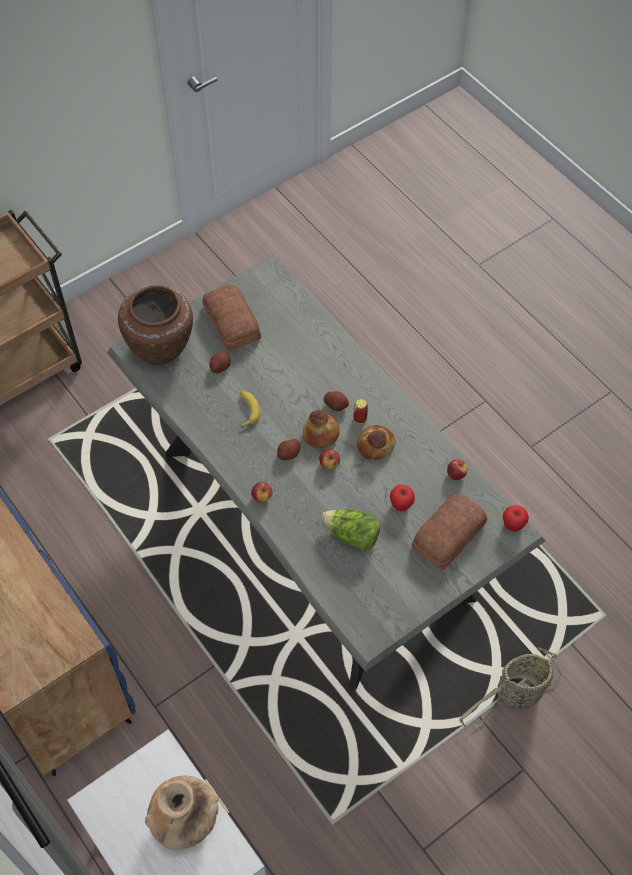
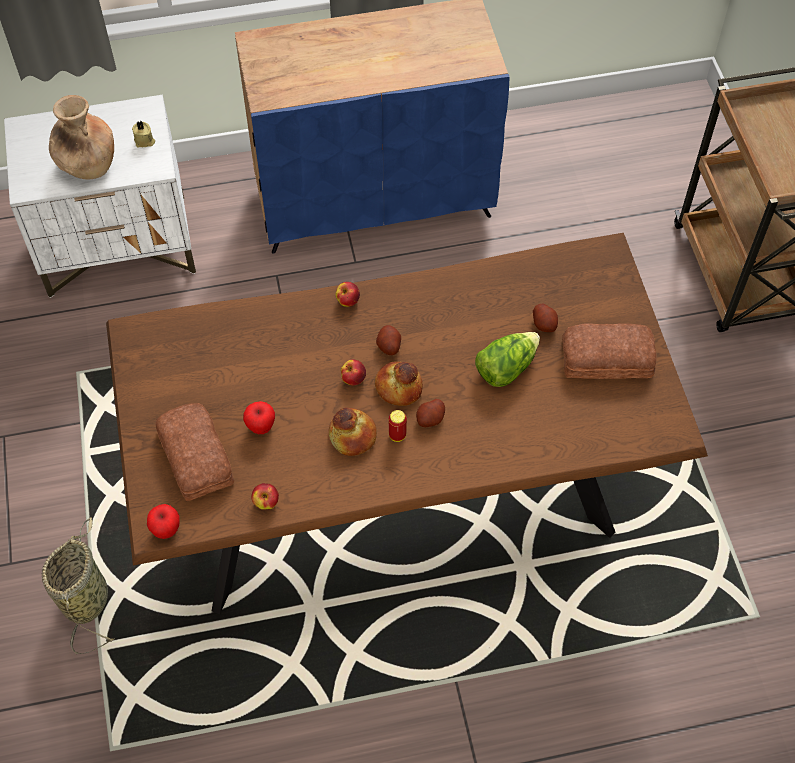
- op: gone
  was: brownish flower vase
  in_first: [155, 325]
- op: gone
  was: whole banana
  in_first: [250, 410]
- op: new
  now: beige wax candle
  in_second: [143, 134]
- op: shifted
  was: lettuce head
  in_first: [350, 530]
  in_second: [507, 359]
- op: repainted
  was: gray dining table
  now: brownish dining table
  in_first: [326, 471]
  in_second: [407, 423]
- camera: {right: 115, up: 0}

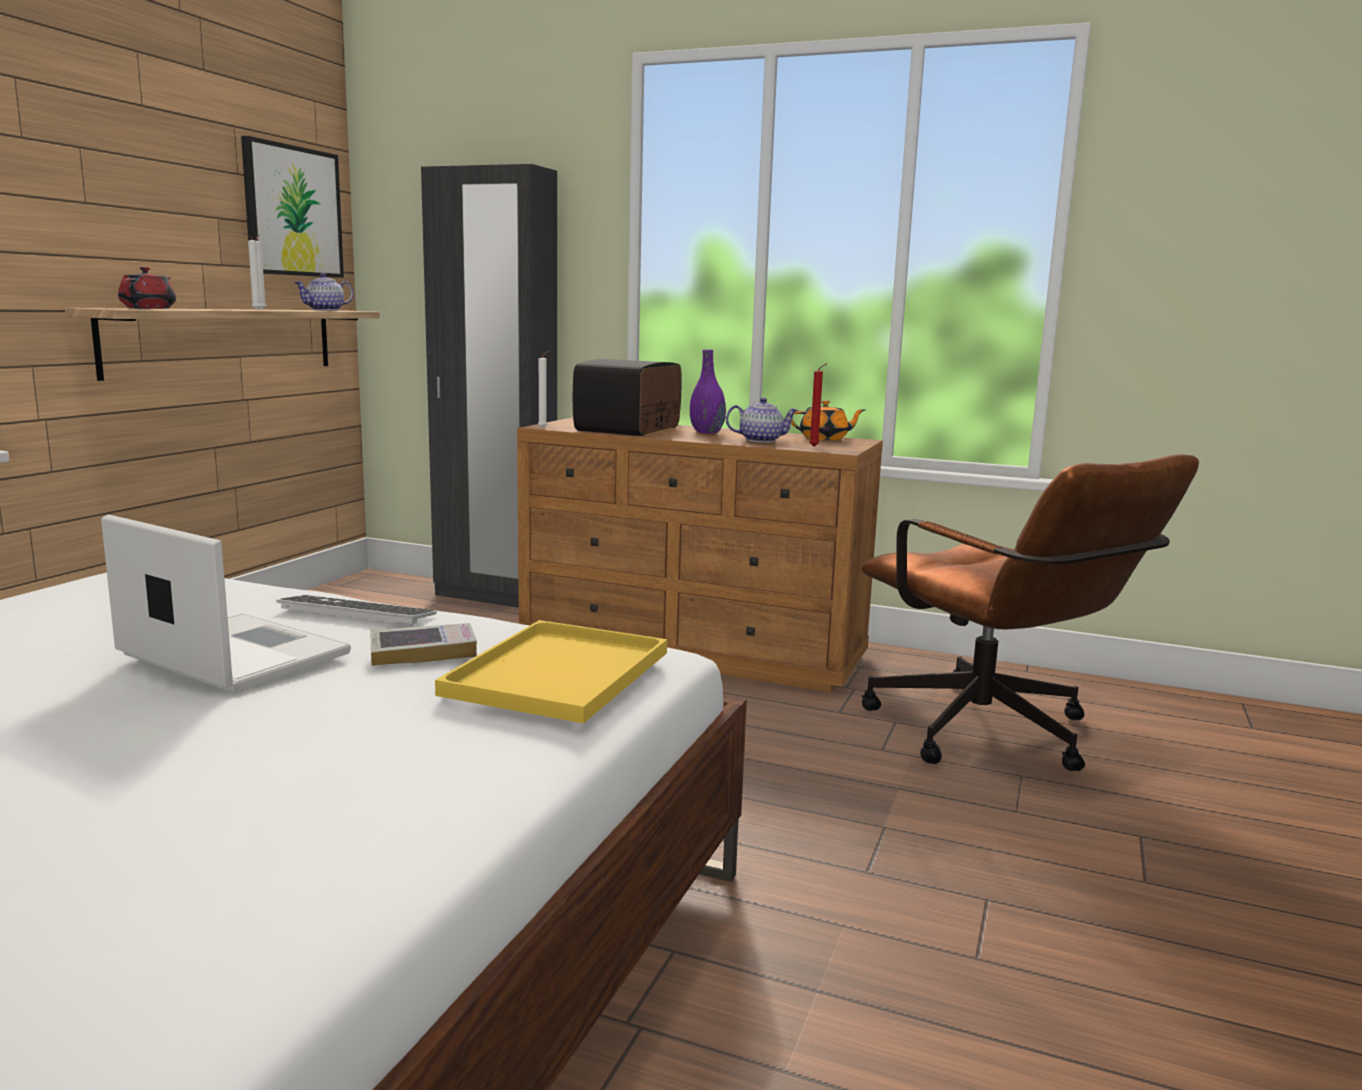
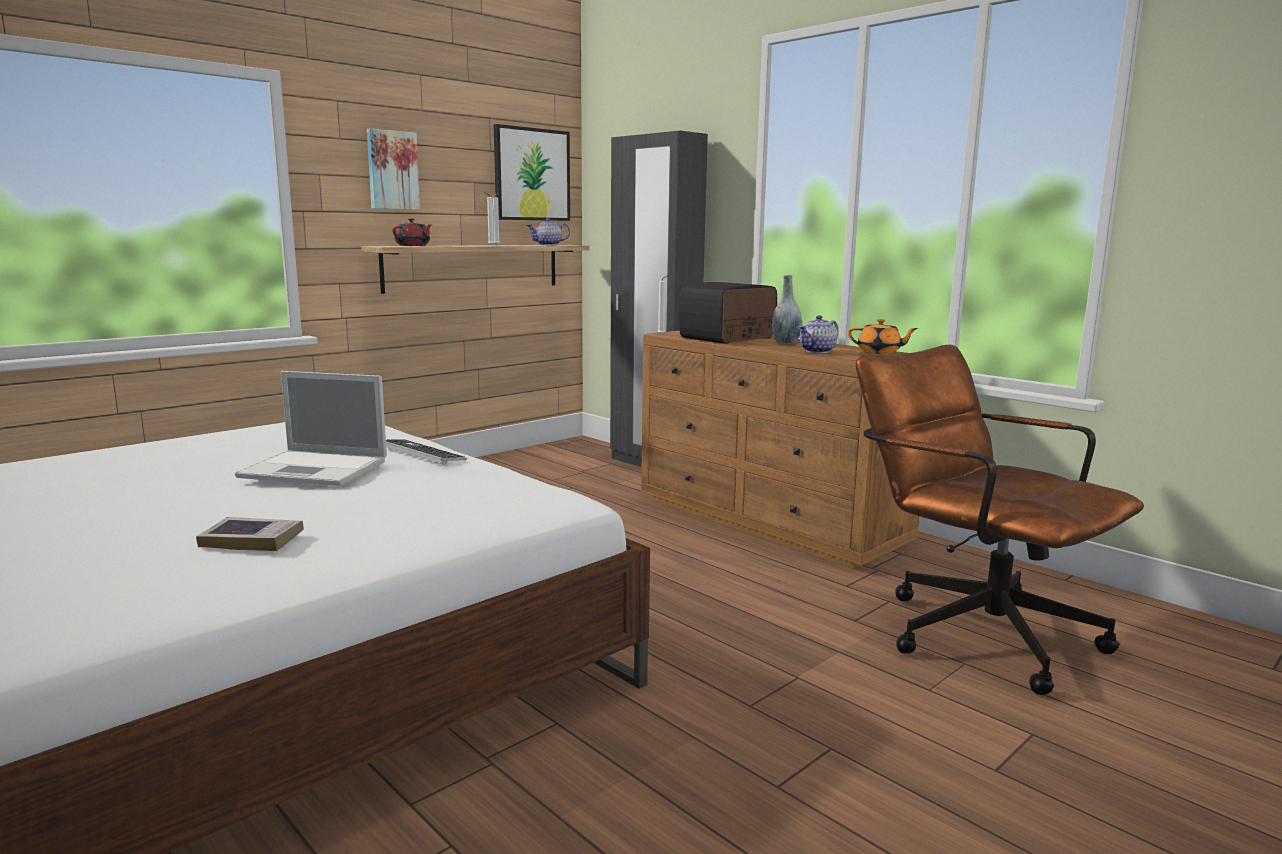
- op: gone
  was: yellow-coloured serving tray
  in_first: [551, 671]
- op: gone
  was: reddish wax candle
  in_first: [818, 404]
- op: new
  now: picture
  in_second: [393, 169]
- op: shifted
  was: volume
  in_first: [423, 644]
  in_second: [250, 534]
- op: repainted
  was: purple-coloured flower vase
  now: gray flower vase
  in_first: [708, 392]
  in_second: [787, 309]
- op: rotated
  was: laptop
  in_first: [226, 604]
  in_second: [311, 428]
  clockwise: 135
- op: rotated
  was: pot for tea
  in_first: [762, 420]
  in_second: [819, 334]
  clockwise: 120
- op: rotated
  was: brownish desk chair
  in_first: [1030, 612]
  in_second: [1000, 520]
  clockwise: 150
- camera: {right: 25, up: 0}

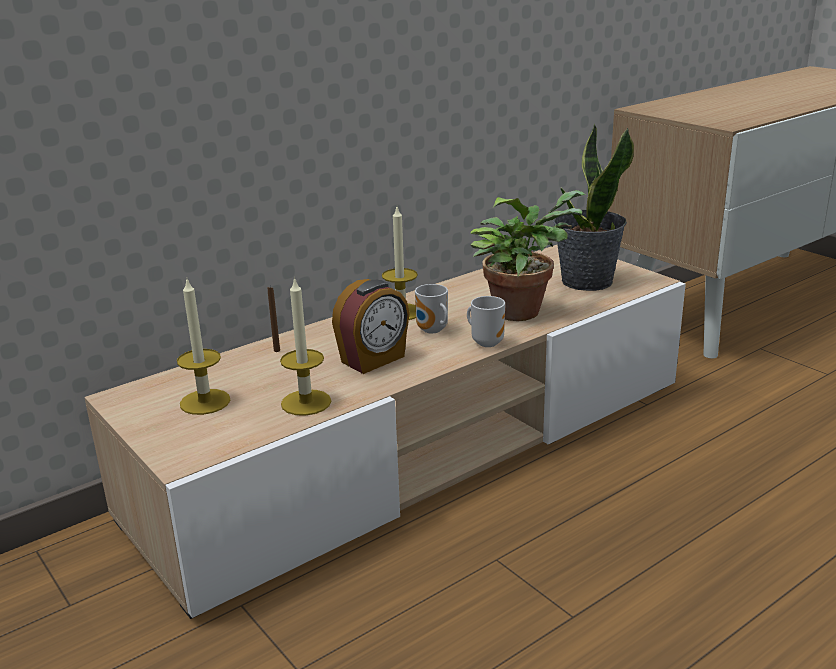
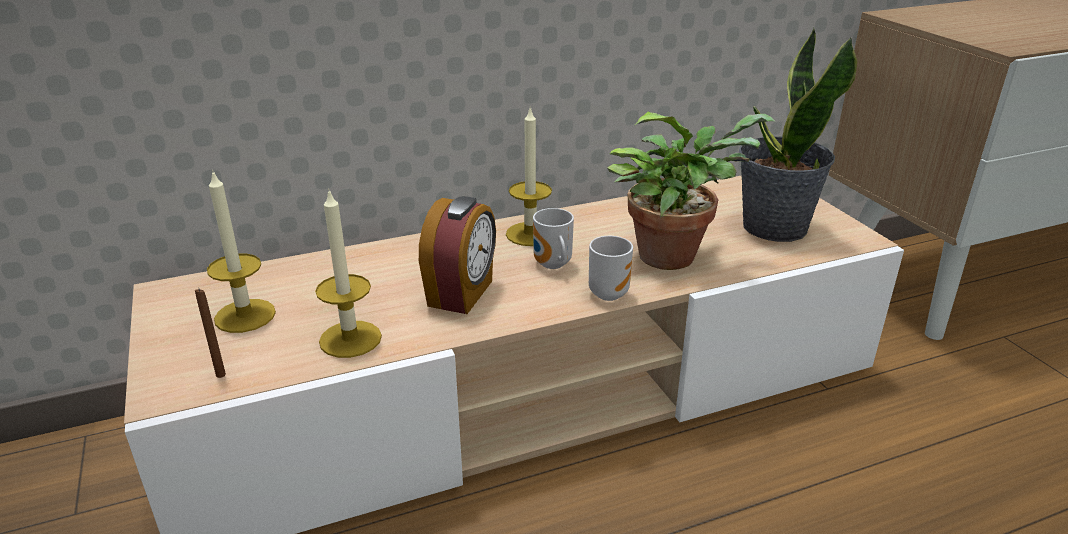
- op: shifted
  was: brownish wax candle
  in_first: [273, 319]
  in_second: [210, 333]
- op: rotated
  was: alarm clock
  in_first: [371, 326]
  in_second: [457, 255]
  clockwise: -45
- camera: {right: 15, up: 5}

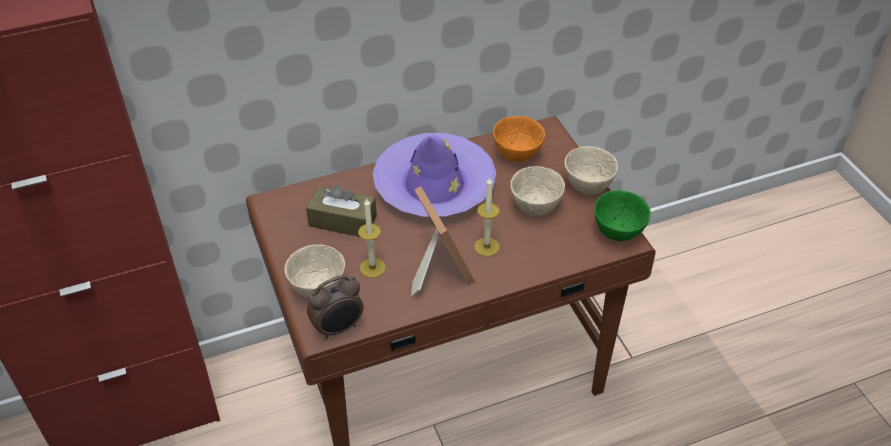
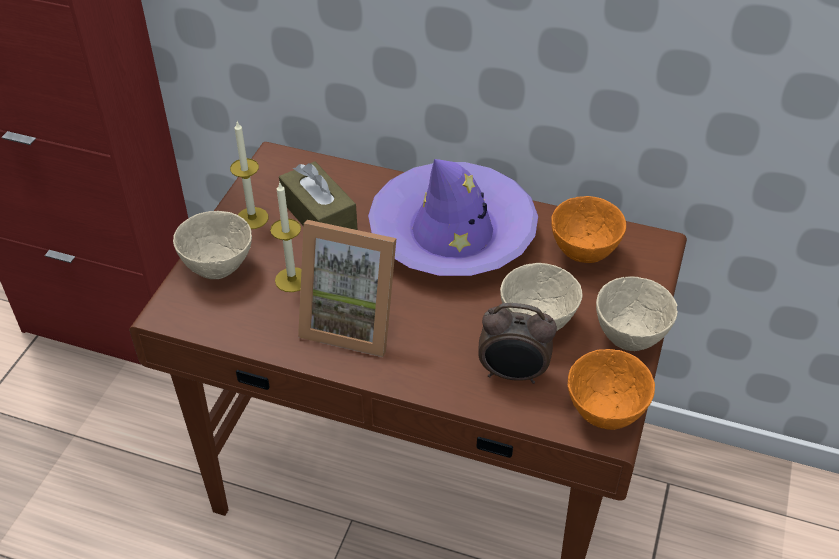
- op: shifted
  was: alarm clock
  in_first: [335, 307]
  in_second: [517, 343]
- op: shifted
  was: wax candle
  in_first: [487, 217]
  in_second: [249, 175]
- op: repainted
  was: green bowl
  now: orangey bowl
  in_first: [622, 215]
  in_second: [611, 389]
- op: rotated
  was: photo frame
  in_first: [443, 241]
  in_second: [347, 288]
  clockwise: 90
- camera: {right: 40, up: 0}

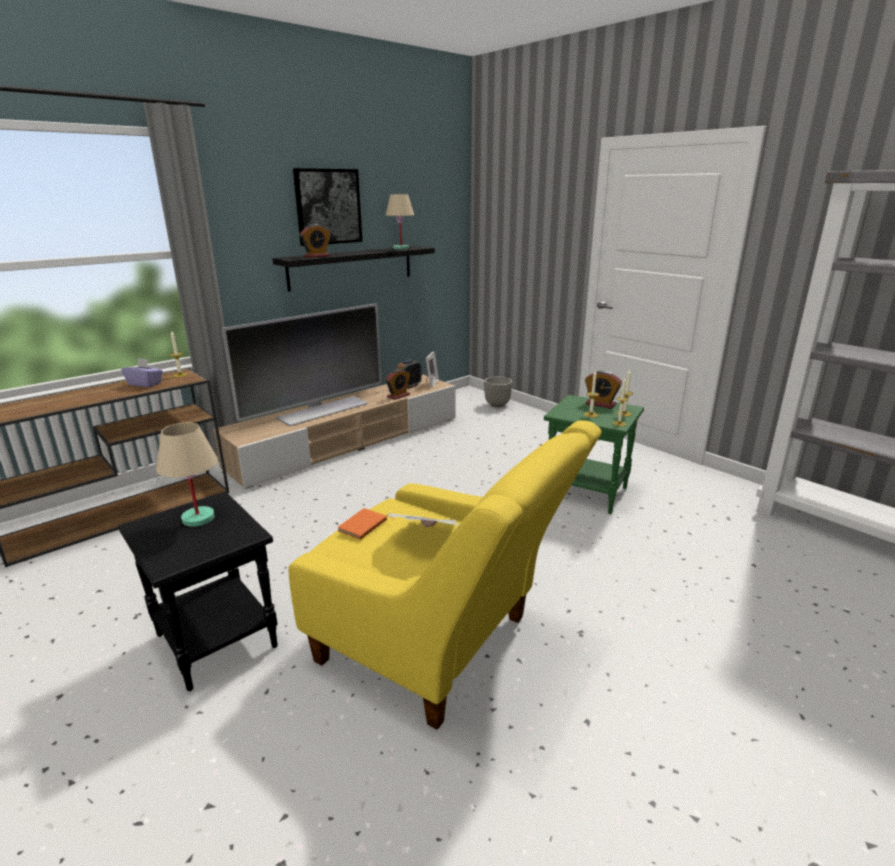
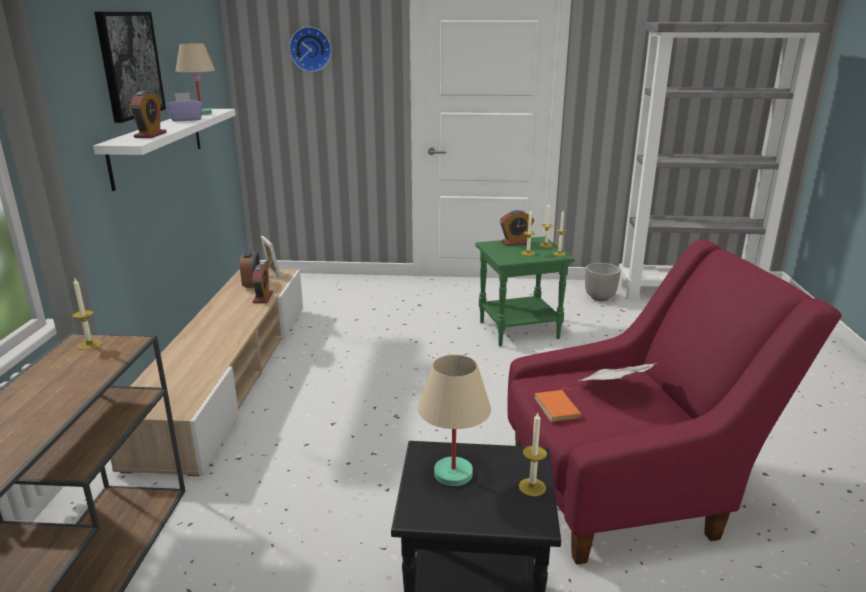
- op: gone
  was: television
  in_first: [301, 364]
- op: new
  now: hanging clock
  in_second: [310, 49]
- op: new
  now: wax candle
  in_second: [533, 454]
- op: shifted
  was: purple-coloured box of tissues
  in_first: [142, 372]
  in_second: [184, 107]
- op: shifted
  was: plant pot
  in_first: [498, 392]
  in_second: [603, 282]
- op: repainted
  was: black bracket shelf
  now: white bracket shelf
  in_first: [353, 269]
  in_second: [164, 150]
- op: repainted
  was: yellow-coloured easy chair
  now: reddish easy chair
  in_first: [445, 575]
  in_second: [675, 402]
- camera: {right: -45, up: 0}

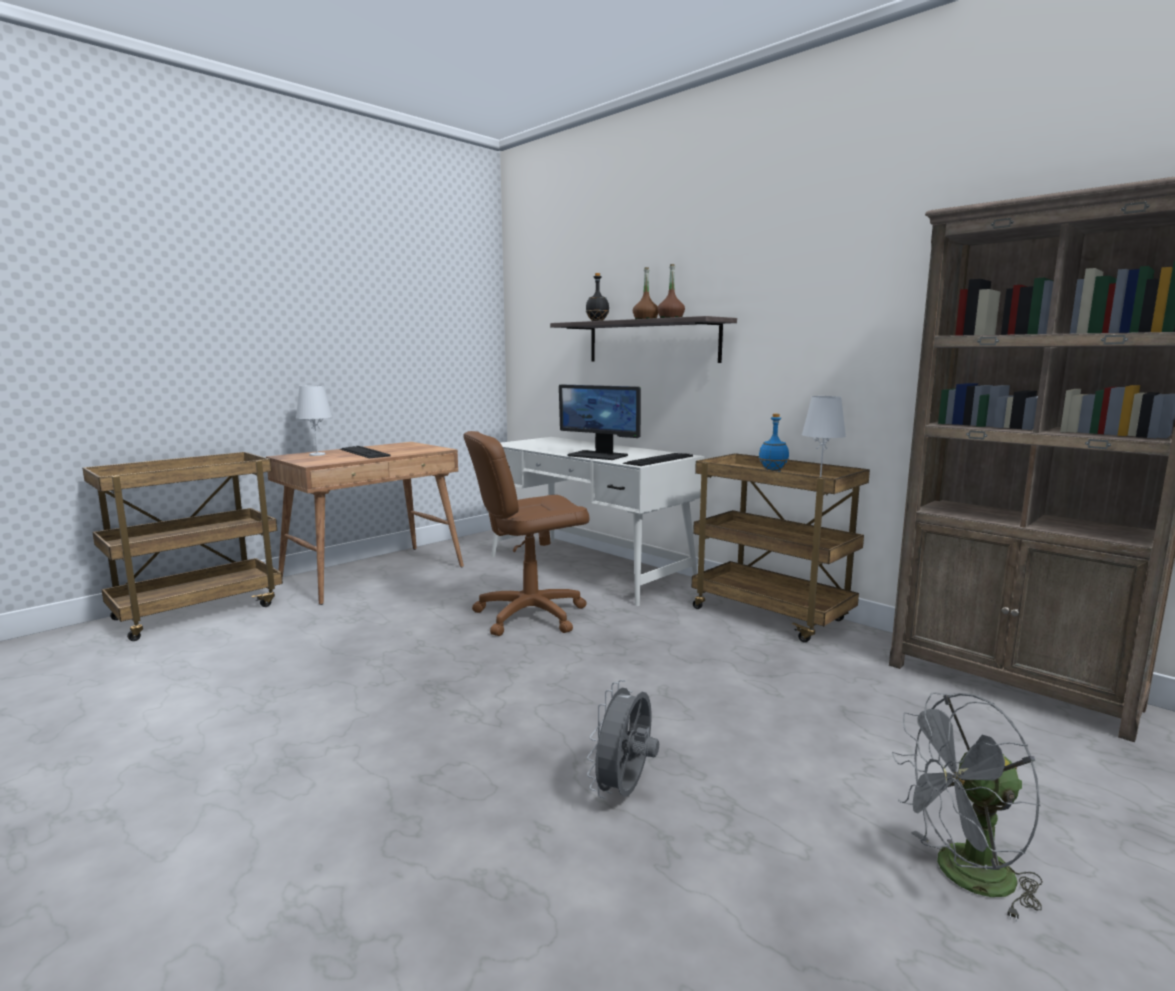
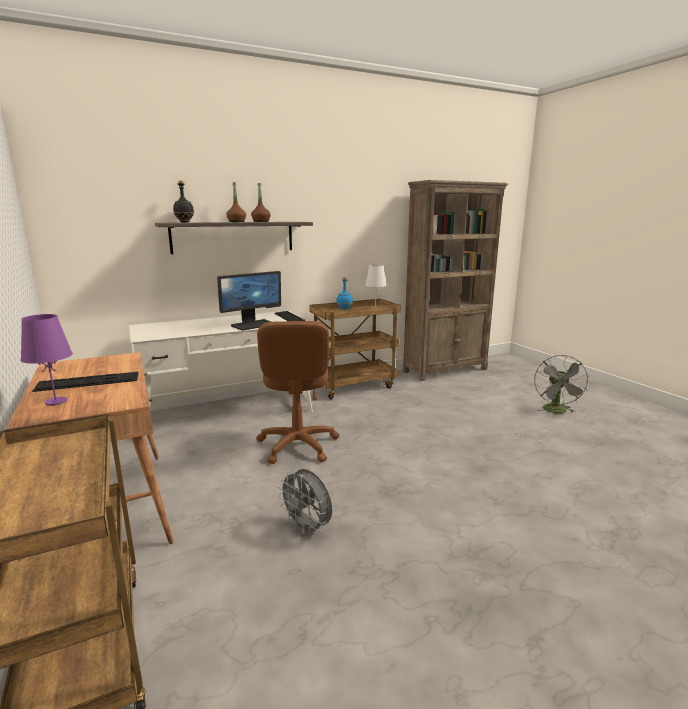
- op: shifted
  was: gray electric fan
  in_first: [623, 739]
  in_second: [305, 503]
- op: repainted
  was: white tabletop lamp
  now: purple-coloured tabletop lamp
  in_first: [314, 420]
  in_second: [46, 360]
- camera: {right: -70, up: 5}

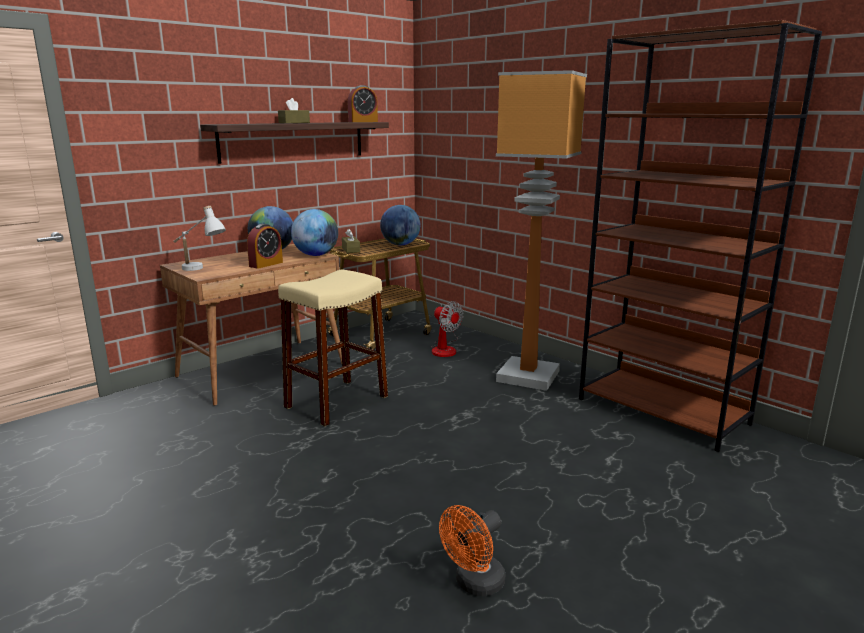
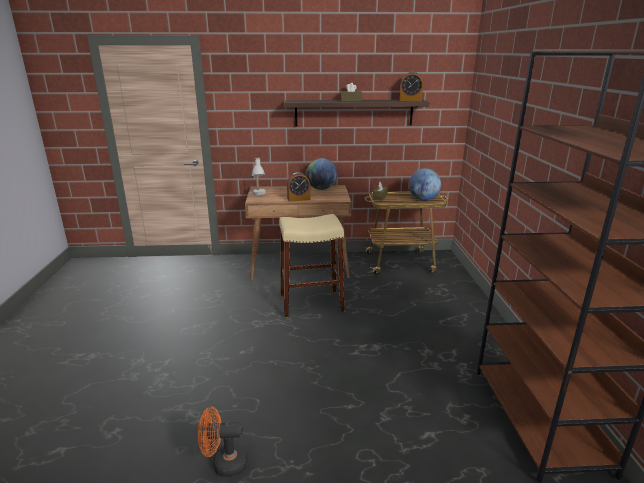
- op: gone
  was: globe
  in_first: [314, 232]
- op: gone
  was: electric fan
  in_first: [447, 329]
- op: gone
  was: floor lamp
  in_first: [541, 230]
- camera: {right: 40, up: 5}

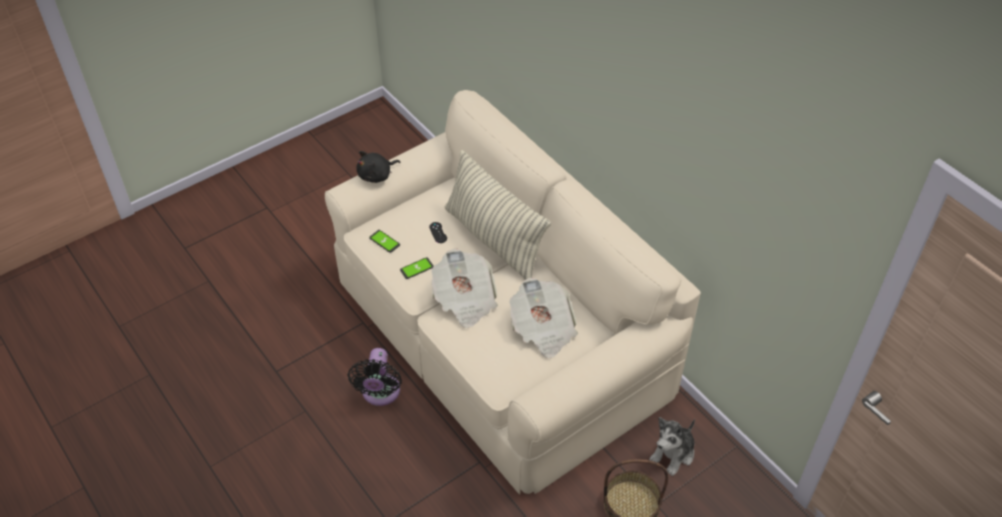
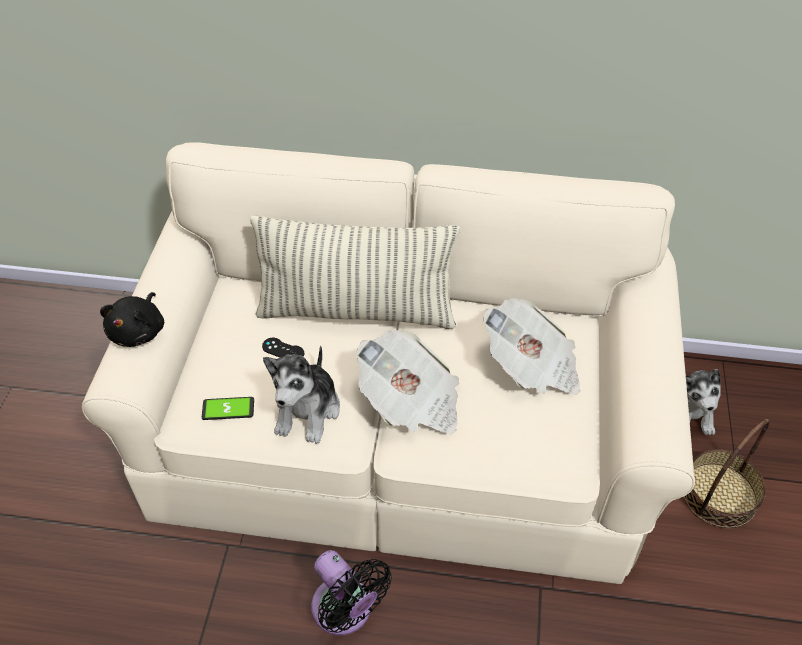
- op: swapped
  was: phone
  now: plush toy
  in_first: [417, 268]
  in_second: [301, 395]
- camera: {right: -45, up: 0}

